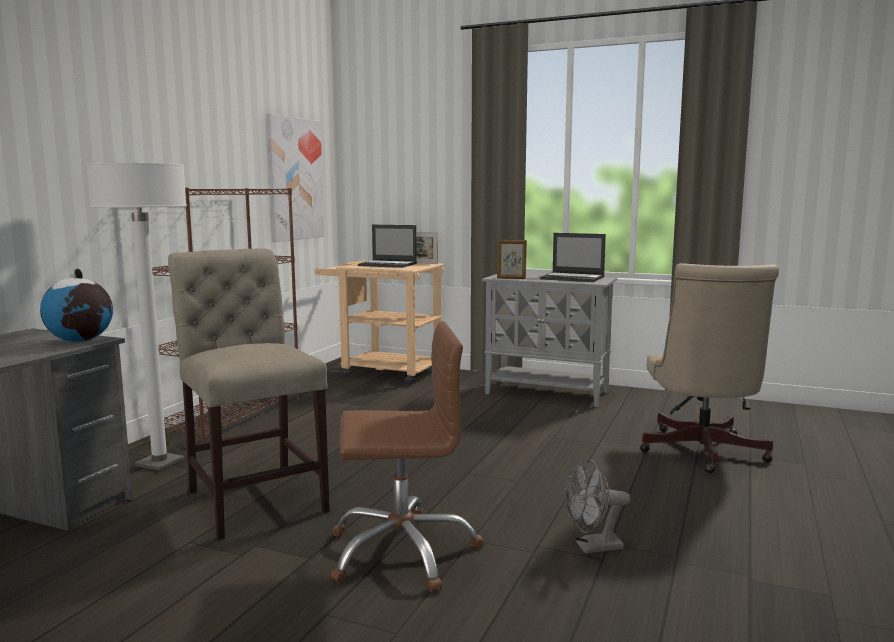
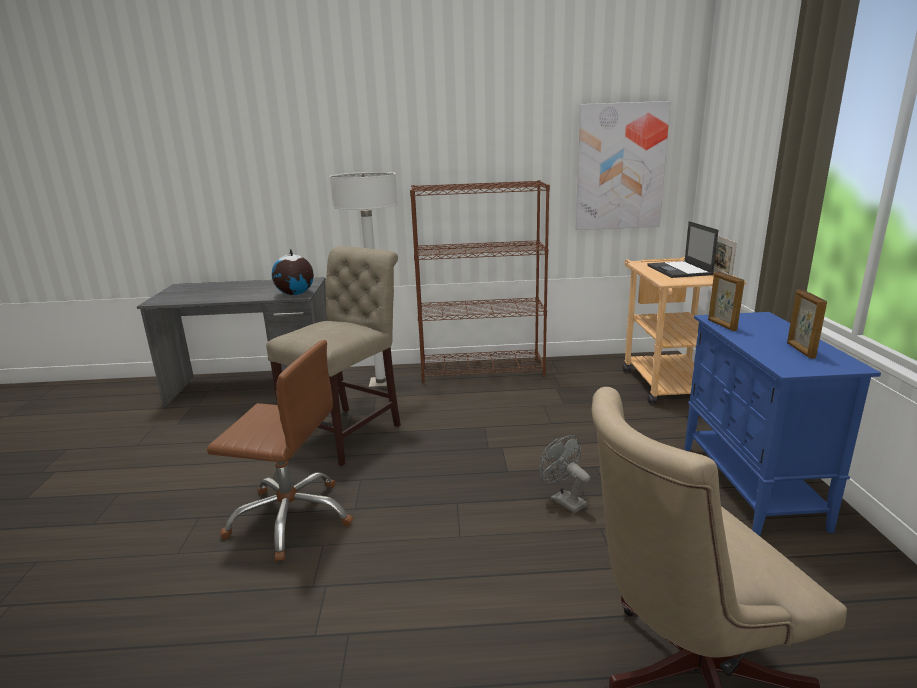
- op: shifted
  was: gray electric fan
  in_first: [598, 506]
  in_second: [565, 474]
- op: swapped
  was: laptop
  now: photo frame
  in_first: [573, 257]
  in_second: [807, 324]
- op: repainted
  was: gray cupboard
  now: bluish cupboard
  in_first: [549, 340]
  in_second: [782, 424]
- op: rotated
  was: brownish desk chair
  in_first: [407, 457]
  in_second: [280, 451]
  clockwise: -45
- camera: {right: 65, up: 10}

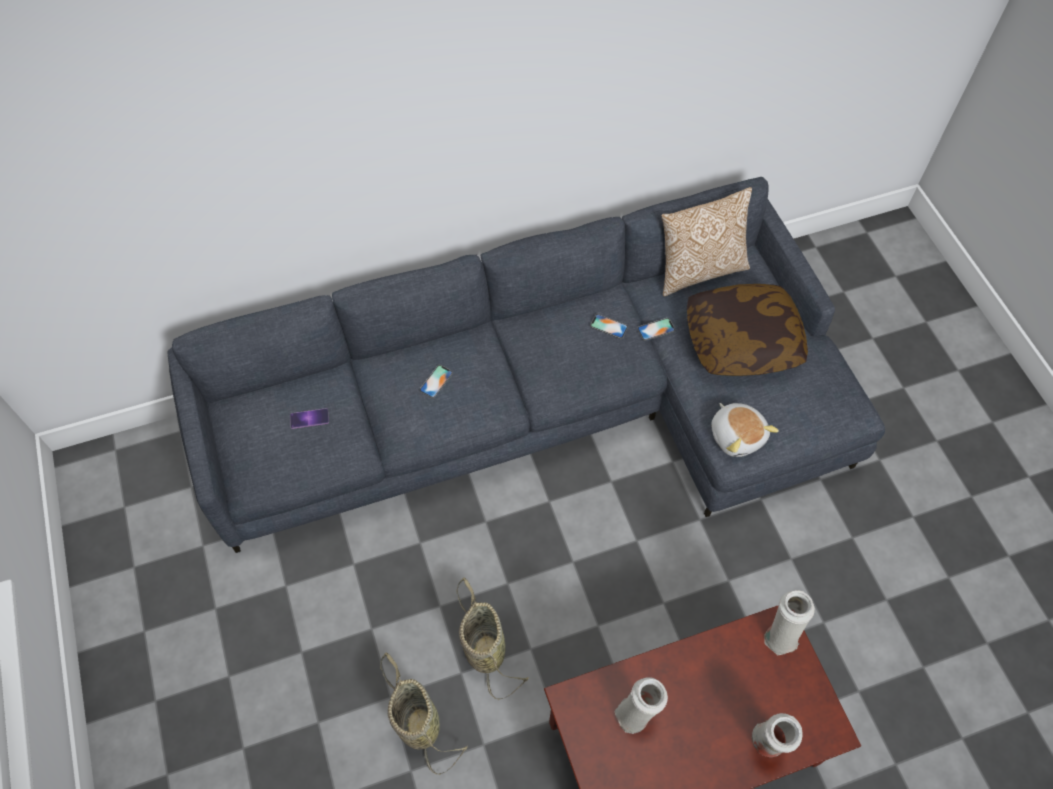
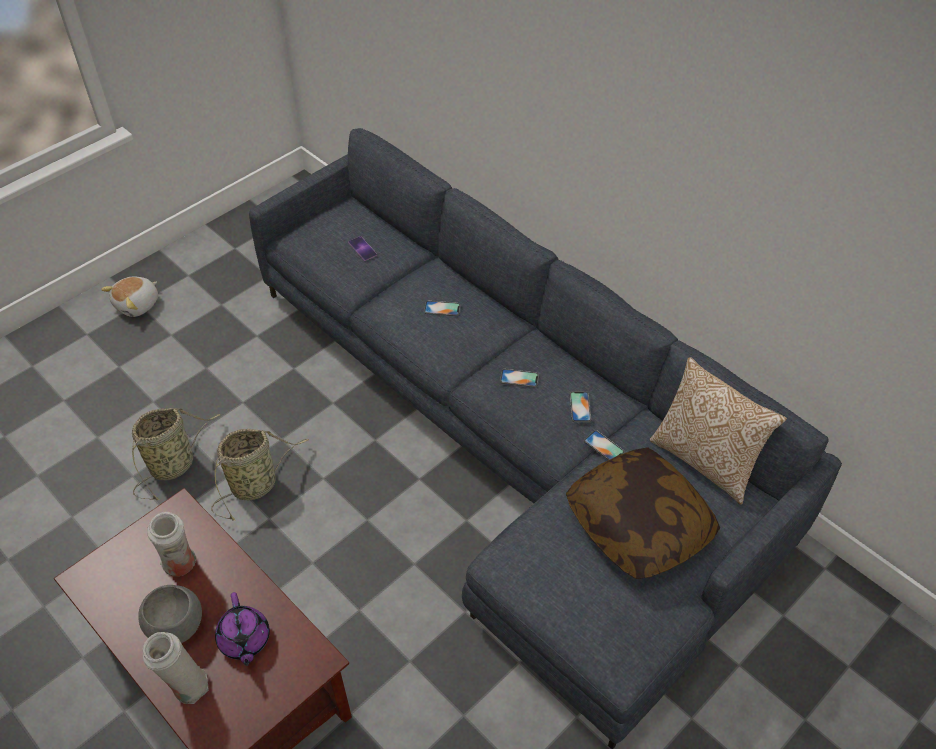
- op: gone
  was: white flower vase
  in_first: [789, 622]
- op: new
  now: gray bowl
  in_second: [170, 614]
- op: new
  now: purple-coloured pot for tea
  in_second: [242, 629]
- op: new
  now: phone
  in_second: [519, 378]
- op: shifted
  was: plush toy
  in_first: [745, 430]
  in_second: [129, 296]
- camera: {right: 65, up: -10}

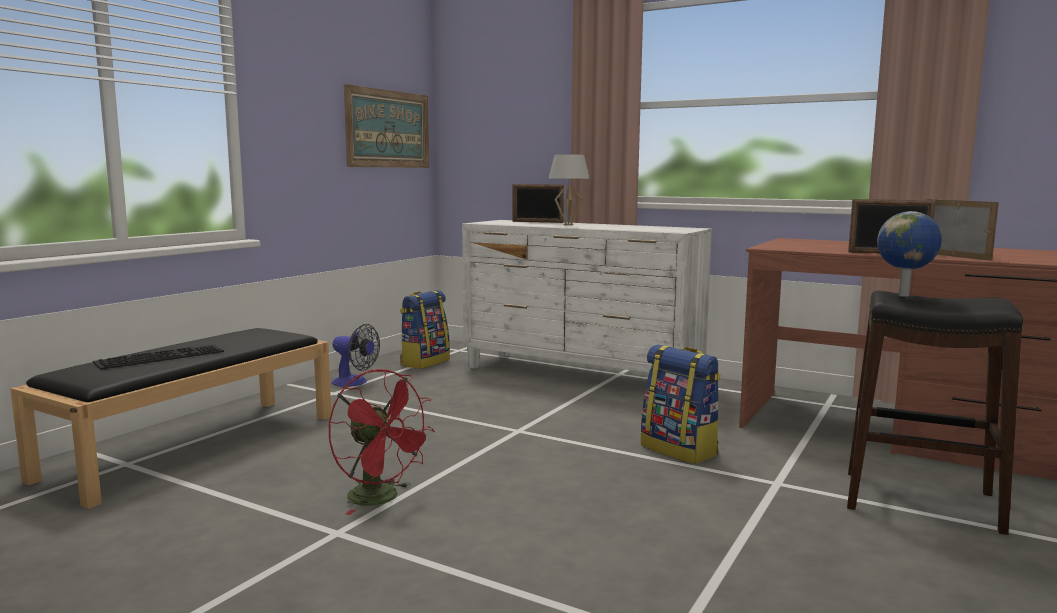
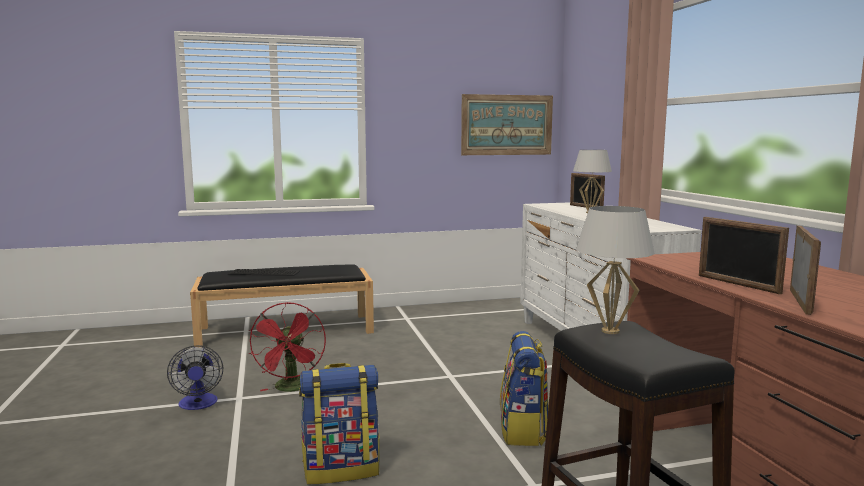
- op: shifted
  was: electric fan
  in_first: [355, 355]
  in_second: [195, 377]
- op: shifted
  was: knapsack
  in_first: [425, 329]
  in_second: [339, 423]
- op: swapped
  was: globe
  now: white tabletop lamp
  in_first: [909, 254]
  in_second: [615, 270]
- camera: {right: 45, up: 0}

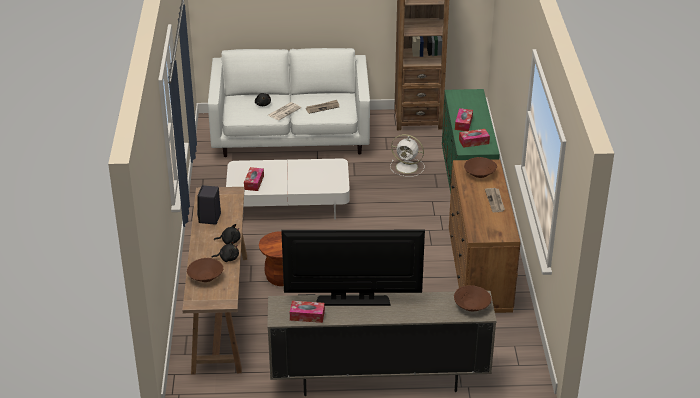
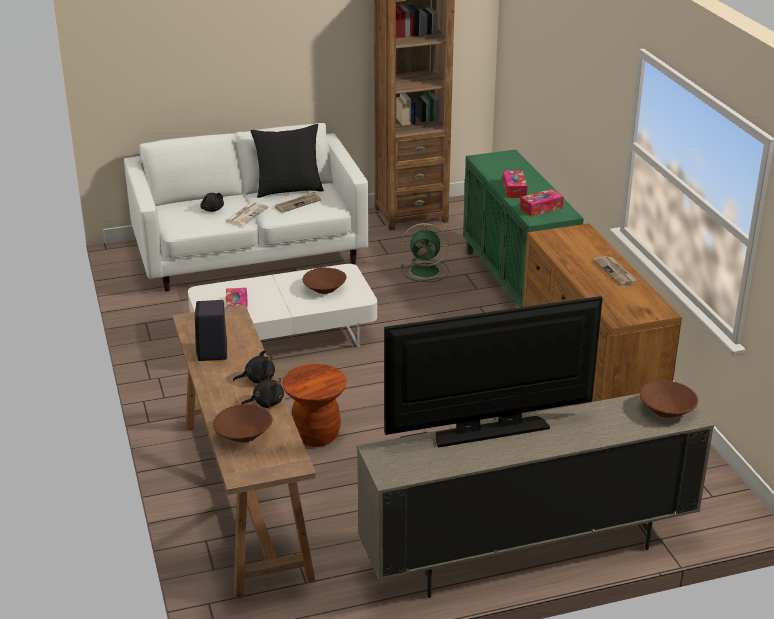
- op: gone
  was: box of tissues
  in_first: [307, 312]
- op: new
  now: black cushion
  in_second: [287, 161]
- op: shifted
  was: brownish bowl
  in_first: [480, 167]
  in_second: [324, 281]
- op: repainted
  was: white electric fan
  now: green electric fan
  in_first: [407, 155]
  in_second: [425, 252]
- camera: {right: -15, up: -5}

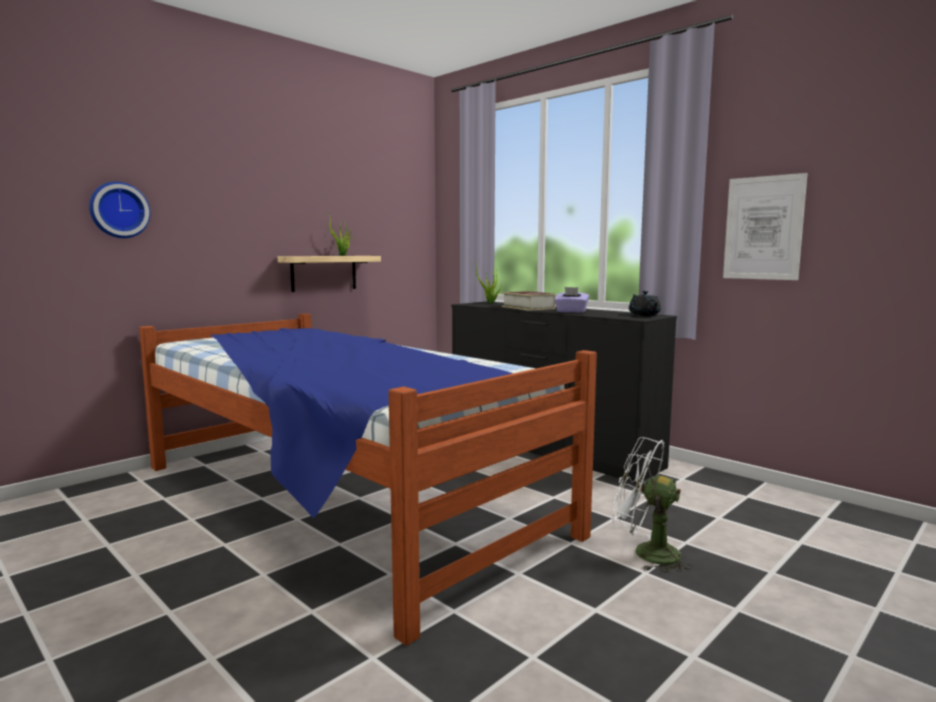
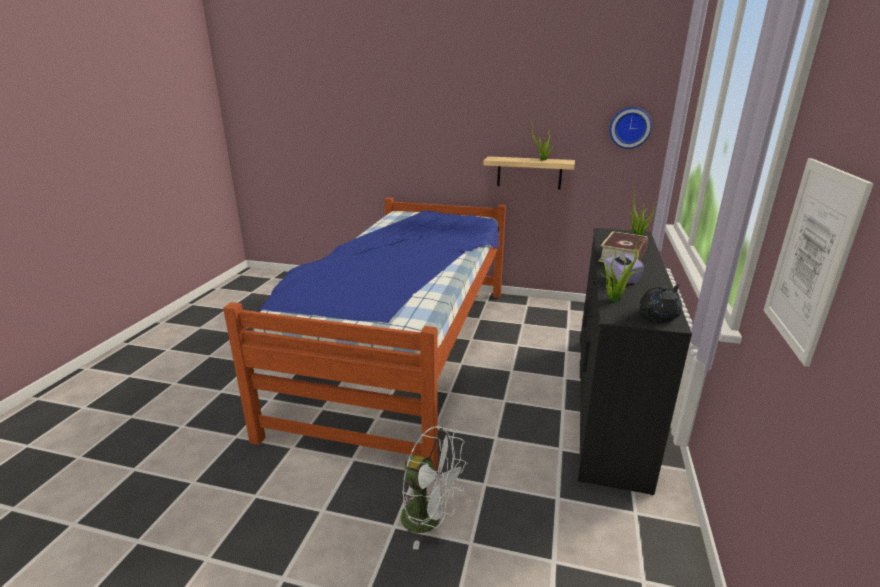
- op: new
  now: plant in a pot
  in_second: [622, 271]
- op: shifted
  was: hanging clock
  in_first: [119, 210]
  in_second: [630, 128]
- op: rotated
  was: white electric fan
  in_first: [653, 505]
  in_second: [433, 487]
  clockwise: 120
- camera: {right: 60, up: 15}

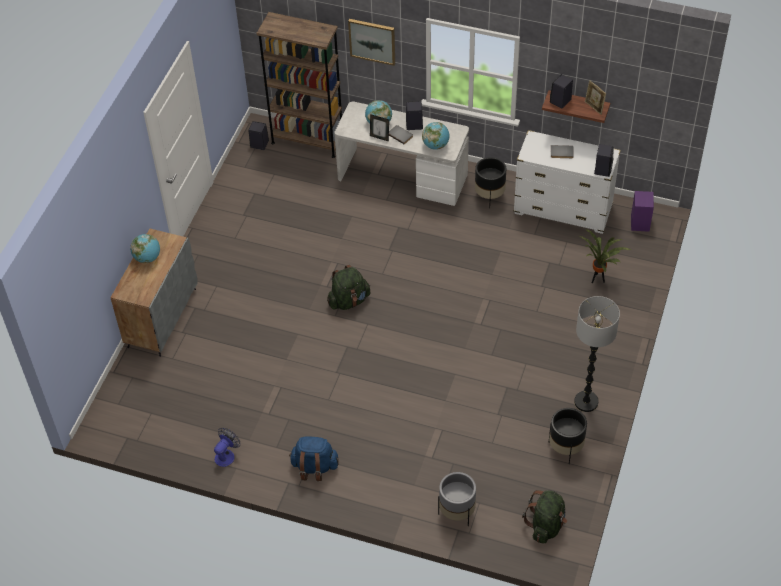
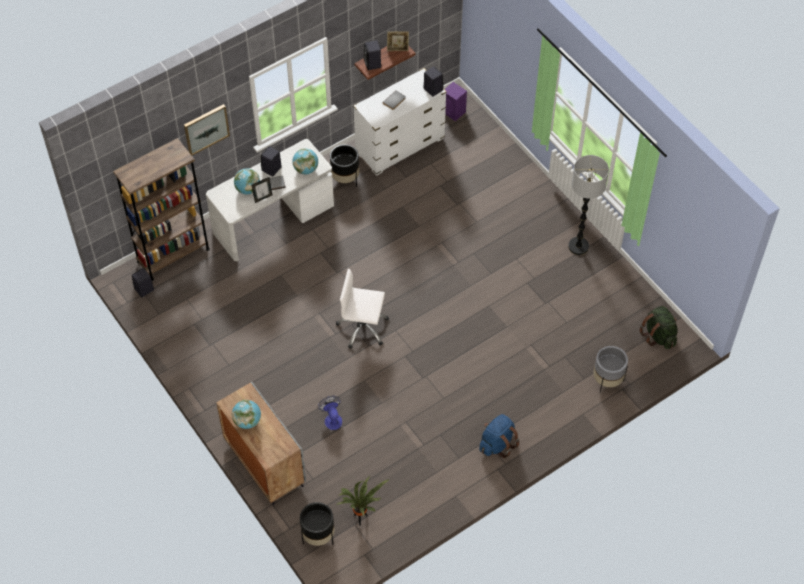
- op: shifted
  was: electric fan
  in_first: [227, 447]
  in_second: [330, 413]
- op: shifted
  was: black plant pot
  in_first: [567, 436]
  in_second: [317, 524]
- op: shifted
  was: plant in a pot
  in_first: [605, 256]
  in_second: [362, 501]
- op: swapped
  was: green knapsack
  now: white desk chair
  in_first: [348, 287]
  in_second: [362, 309]
- camera: {right: -55, up: 5}

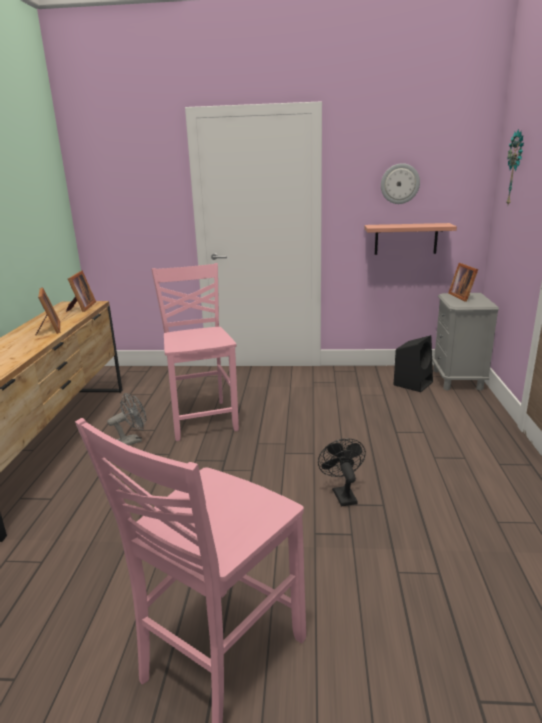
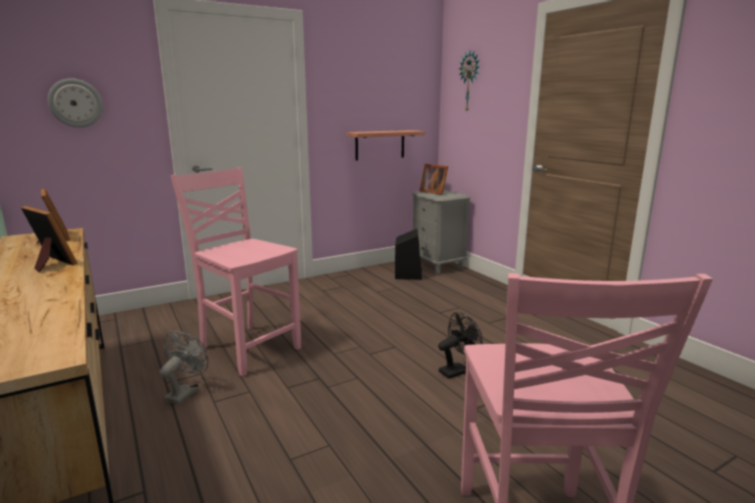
- op: shifted
  was: hanging clock
  in_first: [400, 183]
  in_second: [75, 103]
- op: rotated
  was: black electric fan
  in_first: [342, 472]
  in_second: [460, 345]
  clockwise: 105
- camera: {right: -35, up: -5}

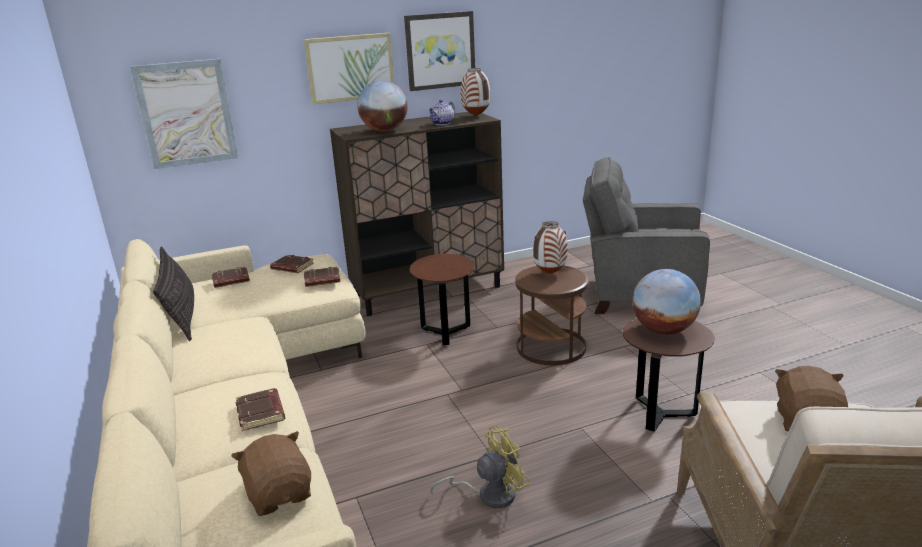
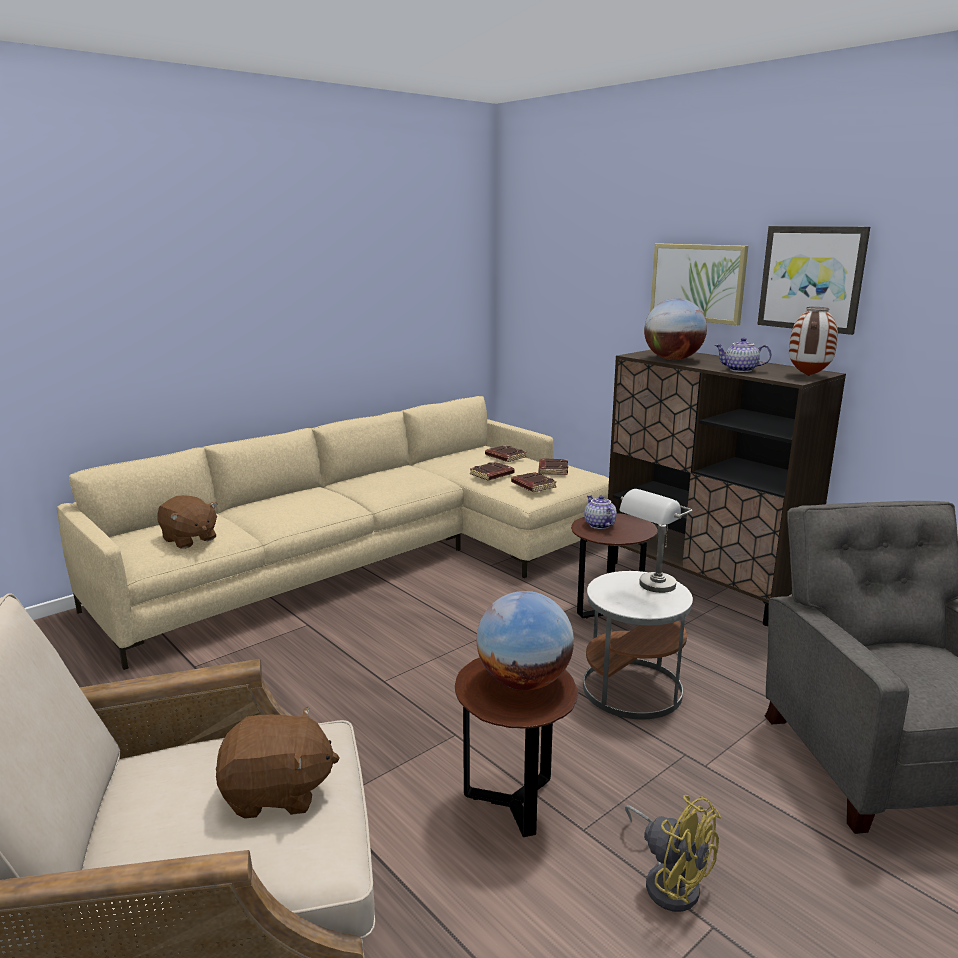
- op: gone
  was: picture
  in_first: [184, 114]
- op: gone
  was: cushion
  in_first: [173, 293]
- op: new
  now: pot for tea
  in_second: [600, 512]
- op: shifted
  was: brownish volume
  in_first: [260, 409]
  in_second: [492, 471]
- op: shifted
  was: yellow-coloured electric fan
  in_first: [480, 467]
  in_second: [673, 853]
- op: swapped
  was: flower vase
  now: gray tabletop lamp
  in_first: [550, 247]
  in_second: [656, 541]
- op: repainted
  was: brownish side table
  now: white side table
  in_first: [552, 315]
  in_second: [638, 645]
- op: rotated
  was: brownish plush toy
  in_first: [271, 473]
  in_second: [187, 522]
  clockwise: 90
- camera: {right: 70, up: -5}

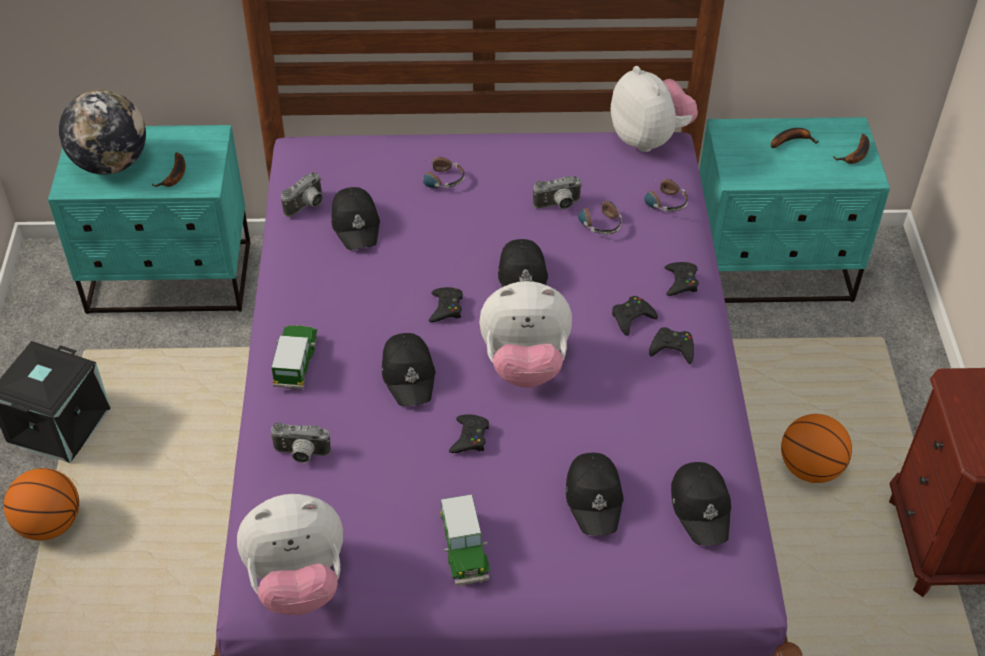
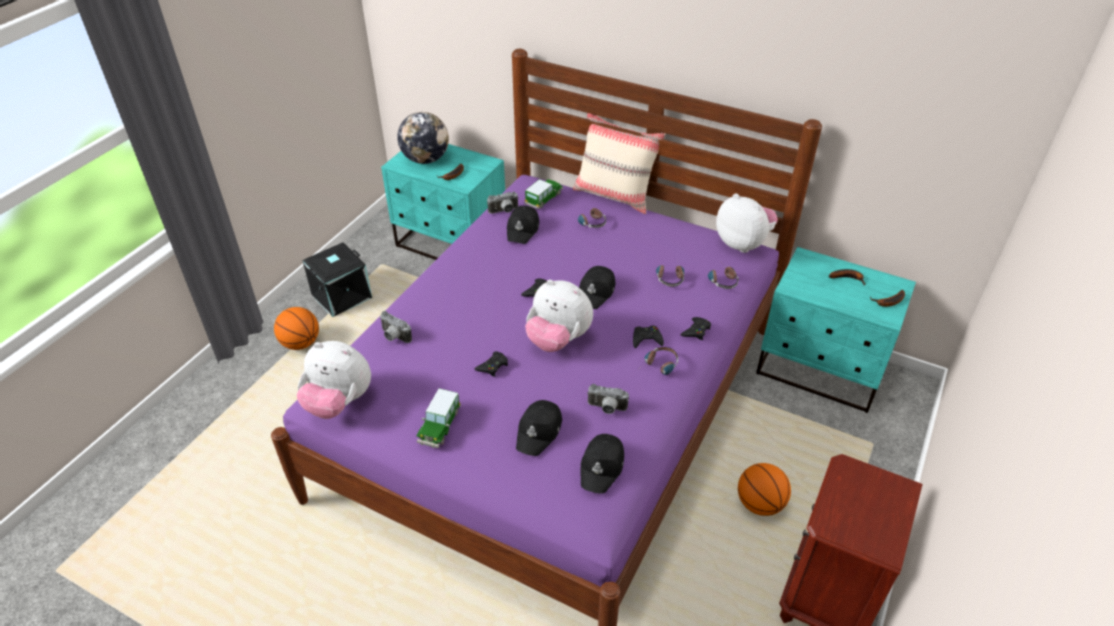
- op: gone
  was: black peaked cap
  in_first: [409, 369]
- op: new
  now: beige cushion
  in_second: [619, 163]
- op: shifted
  was: toy car
  in_first: [294, 357]
  in_second: [544, 194]
- op: shifted
  was: still camera
  in_first: [557, 192]
  in_second: [608, 399]
- op: swapped
  was: black game controller
  now: headset
  in_first: [671, 345]
  in_second: [660, 361]
- op: rotated
  was: plush toy
  in_first: [654, 109]
  in_second: [747, 223]
  clockwise: -45
- camera: {right: 30, up: -5}

